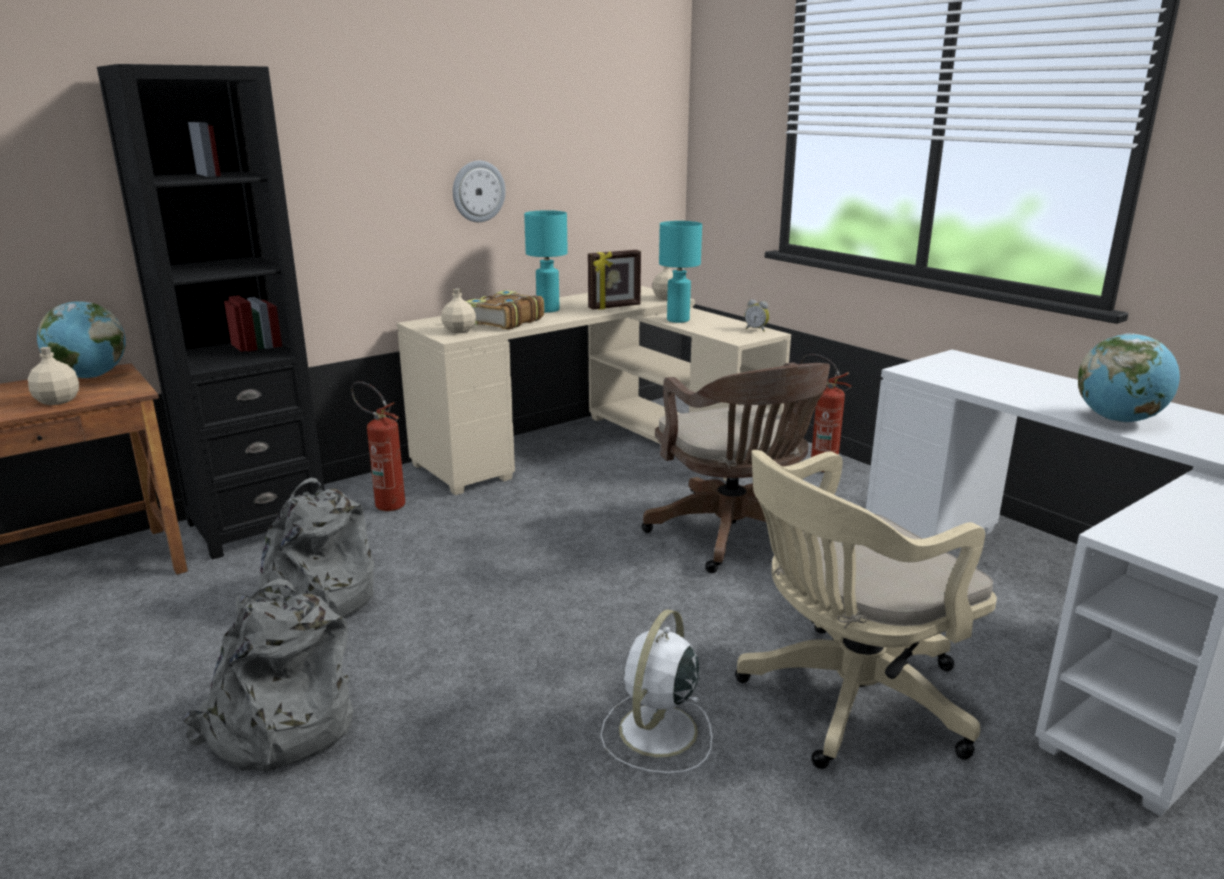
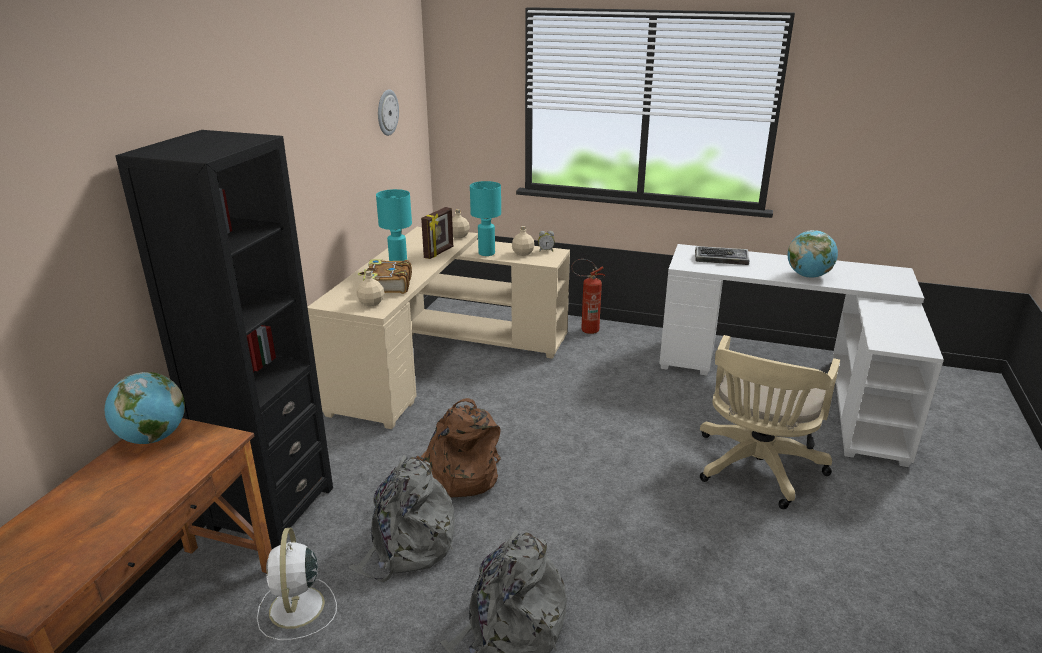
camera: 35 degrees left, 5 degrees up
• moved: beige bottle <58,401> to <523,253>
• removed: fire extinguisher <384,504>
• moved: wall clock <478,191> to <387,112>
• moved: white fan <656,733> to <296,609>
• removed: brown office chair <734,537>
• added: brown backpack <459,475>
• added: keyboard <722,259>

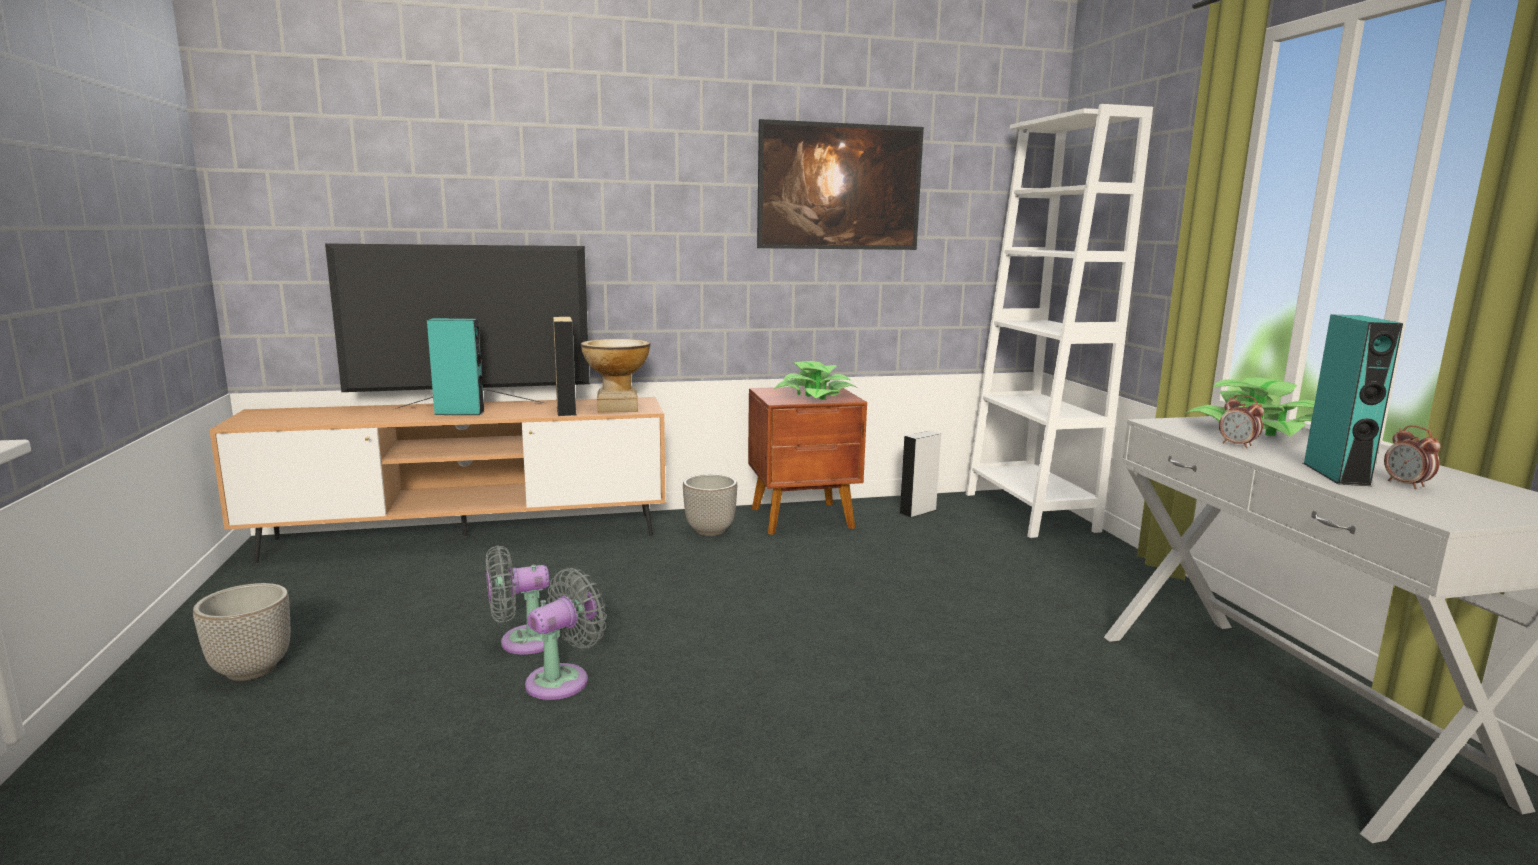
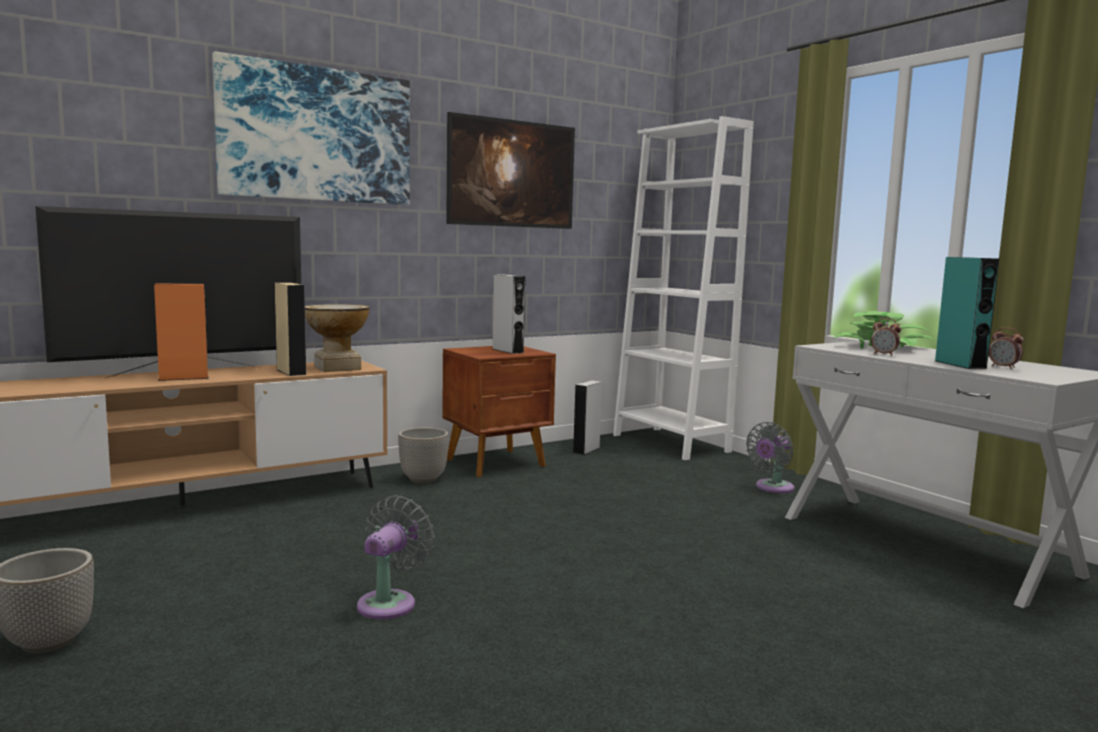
camera: 20 degrees left, 5 degrees down
• recoloured: turquoise speaker <459,413> to orange speaker <183,378>
• moved: grey fan <522,641> to <772,488>
• replaced: potted plant <816,395> to grey speaker <508,351>
• added: picture <317,135>

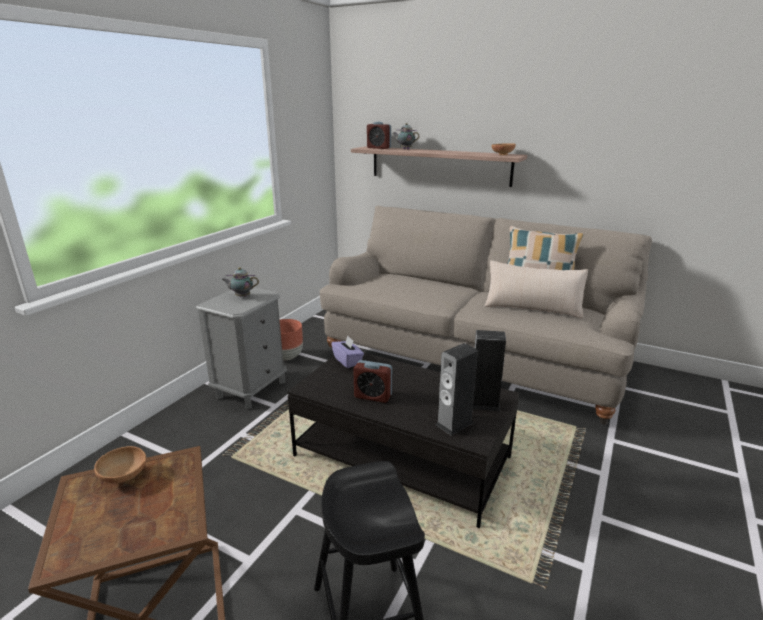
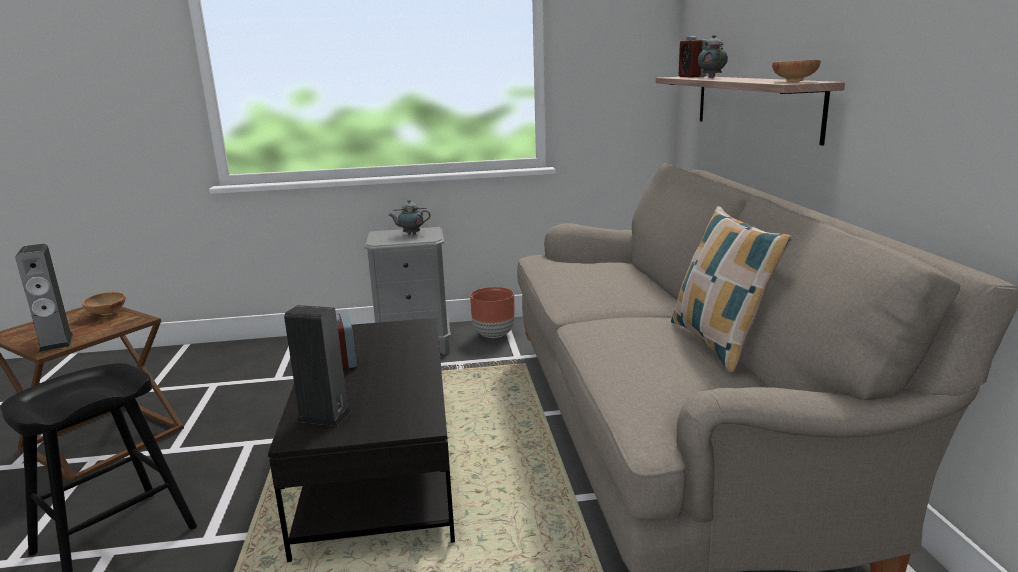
camera: 55 degrees right, 5 degrees down
• turned: teapot <241,296> = <410,234> 60 degrees counterclockwise
• removed: purple tissue box <348,361>
• moved: speaker <483,404> to <56,342>
• removed: beige pillow <532,308>

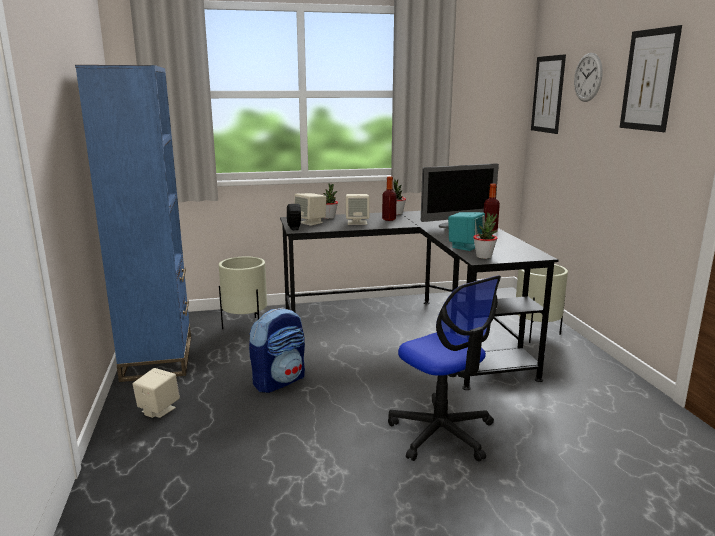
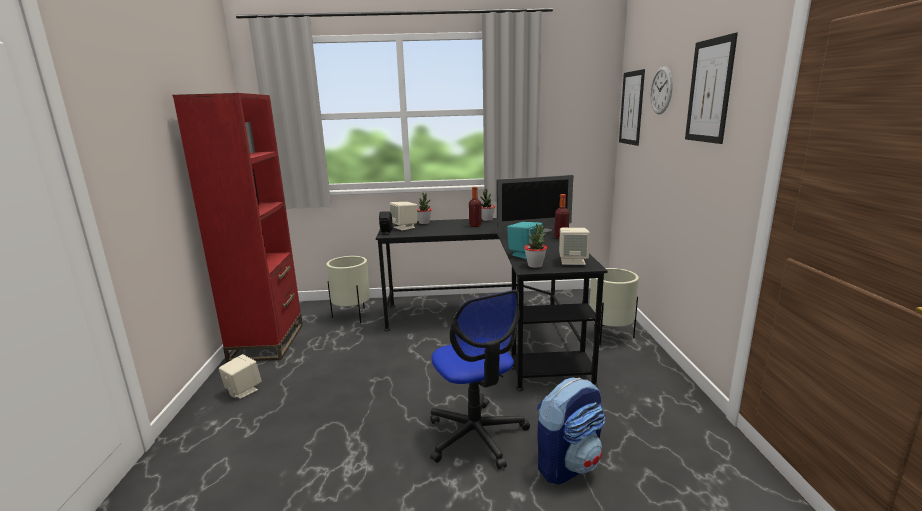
camera: 10 degrees right, 0 degrees up
• recoloured: blue bookcase <158,358> to red bookcase <267,342>
• moved: backpack <279,381> to <568,464>
• moved: beige speaker <357,222> to <573,261>

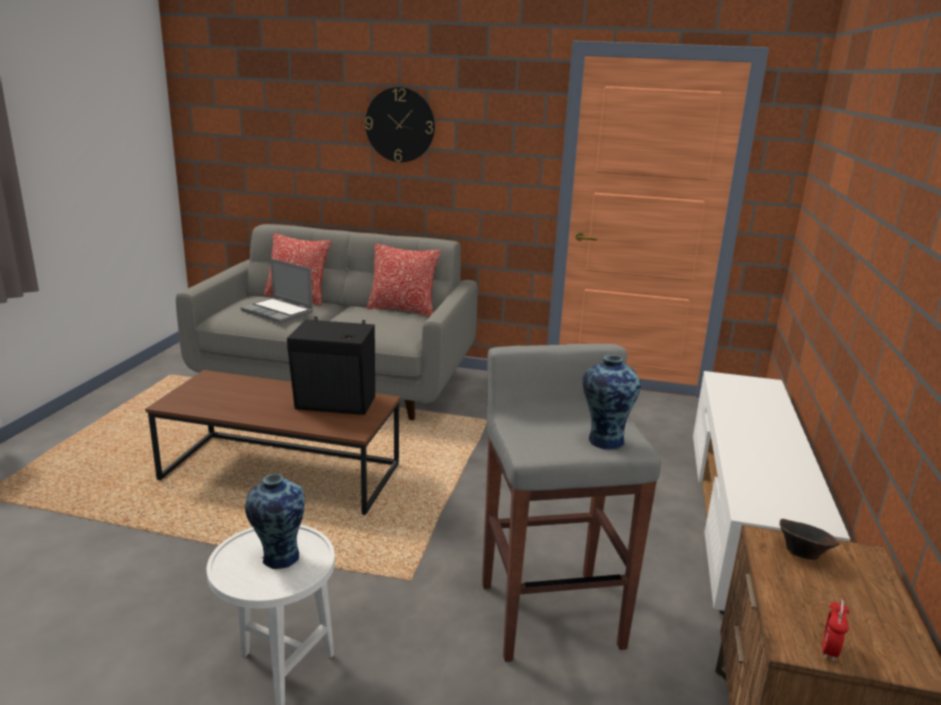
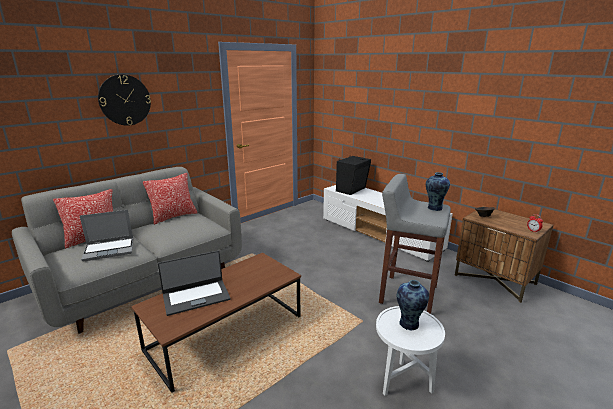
camera: 55 degrees left, 0 degrees up
• moved: black speaker <336,404> to <352,189>
• added: laptop <196,296>

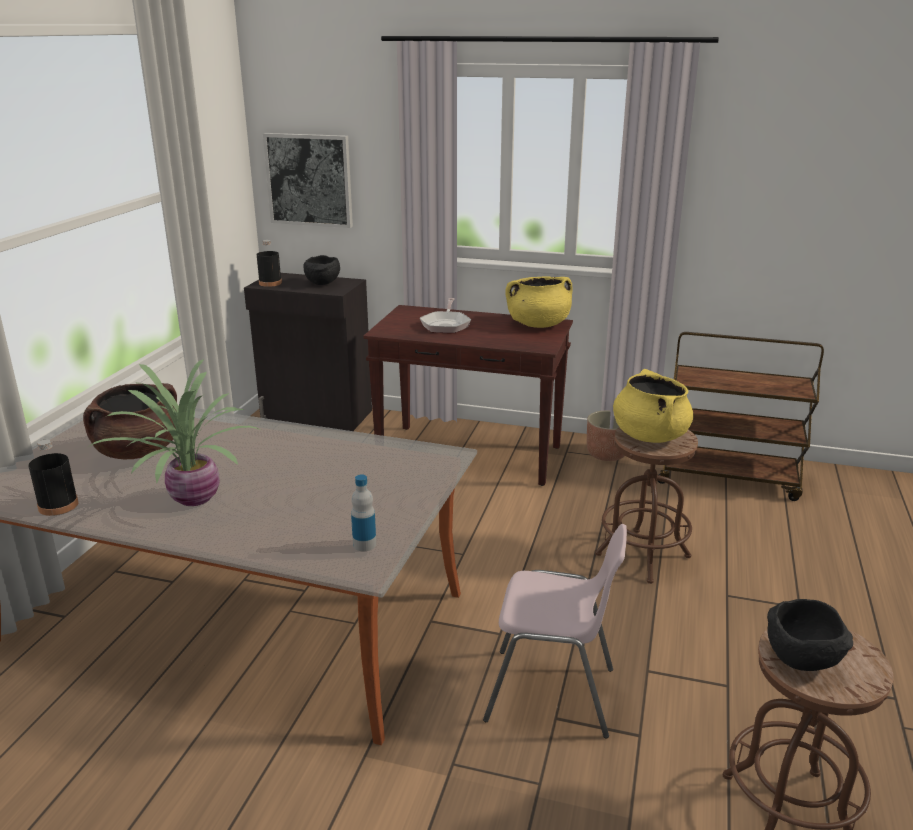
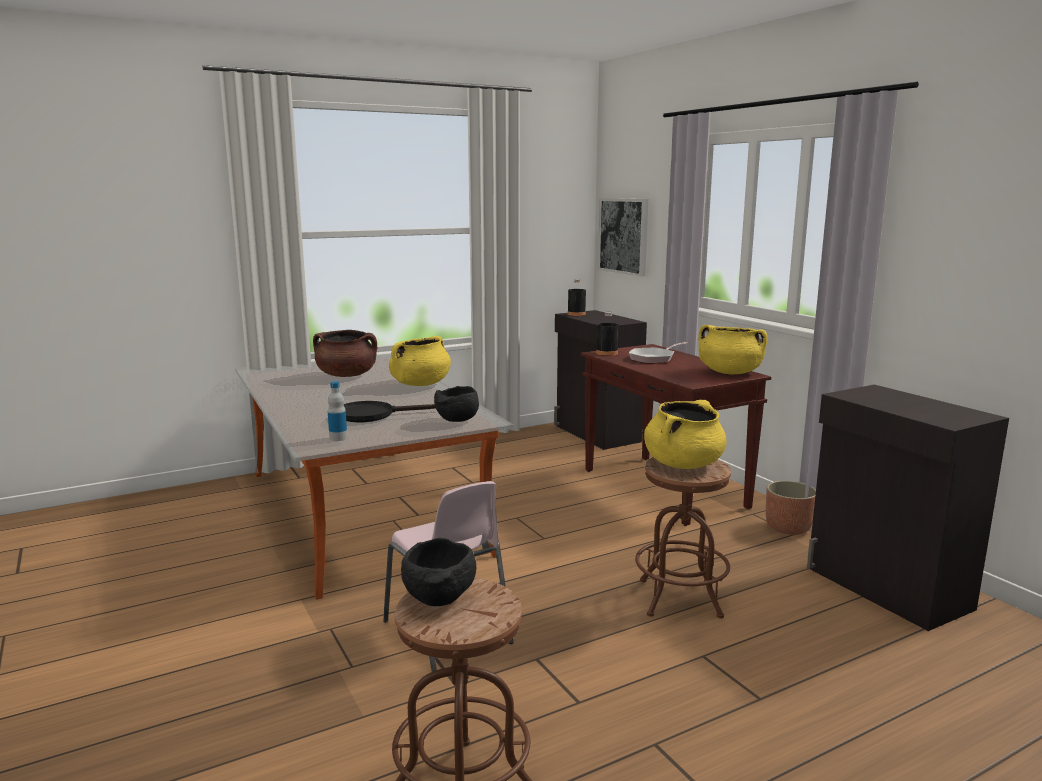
camera: 45 degrees right, 10 degrees down
• moved: black bottle <58,505> to <607,353>
• removed: potted plant <192,497>
• moved: black bowl <323,284> to <456,421>
• replaced: brown cart <728,479> to black cabinet <886,589>
• added: black frying pan <373,415>
• added: yellow cooking pot <420,384>

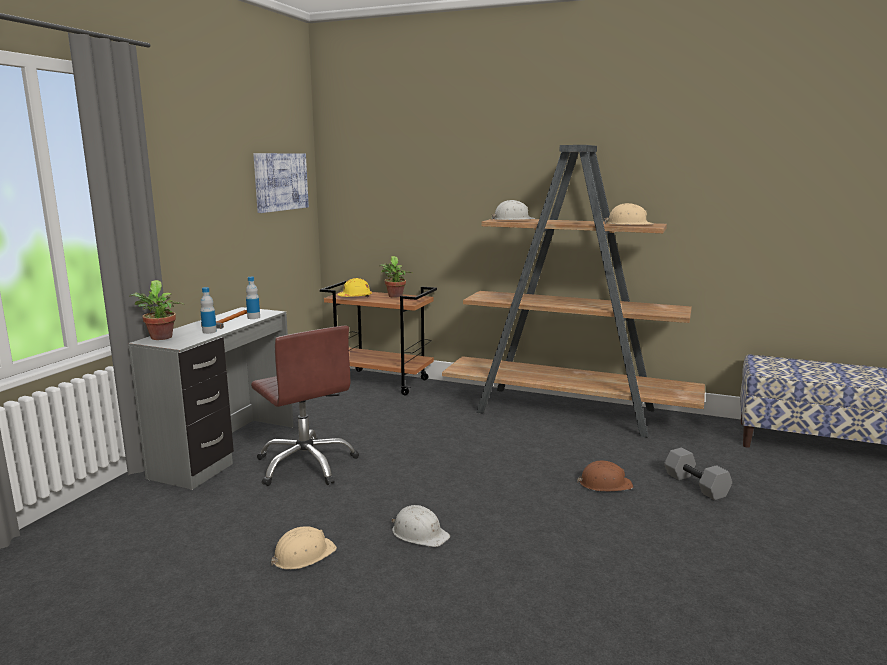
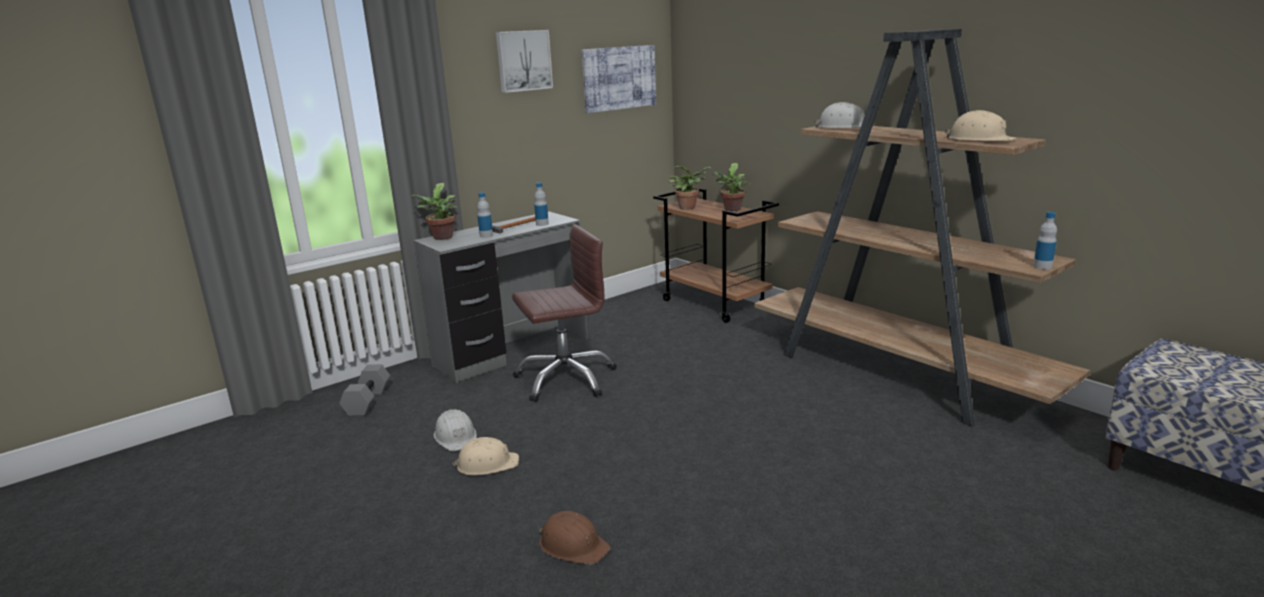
camera: 30 degrees right, 5 degrees up
• turned: brown office chair <306,464> = <565,379> 105 degrees counterclockwise
• replaced: yellow hard hat <355,297> to potted plant <689,207>
• moved: white hard hat <419,533> to <456,437>
• moved: brown hard hat <604,484> to <573,545>
• moved: grey dumbbell <697,485> to <368,401>
• added: picture <523,60>
• added: bottle <1042,266>

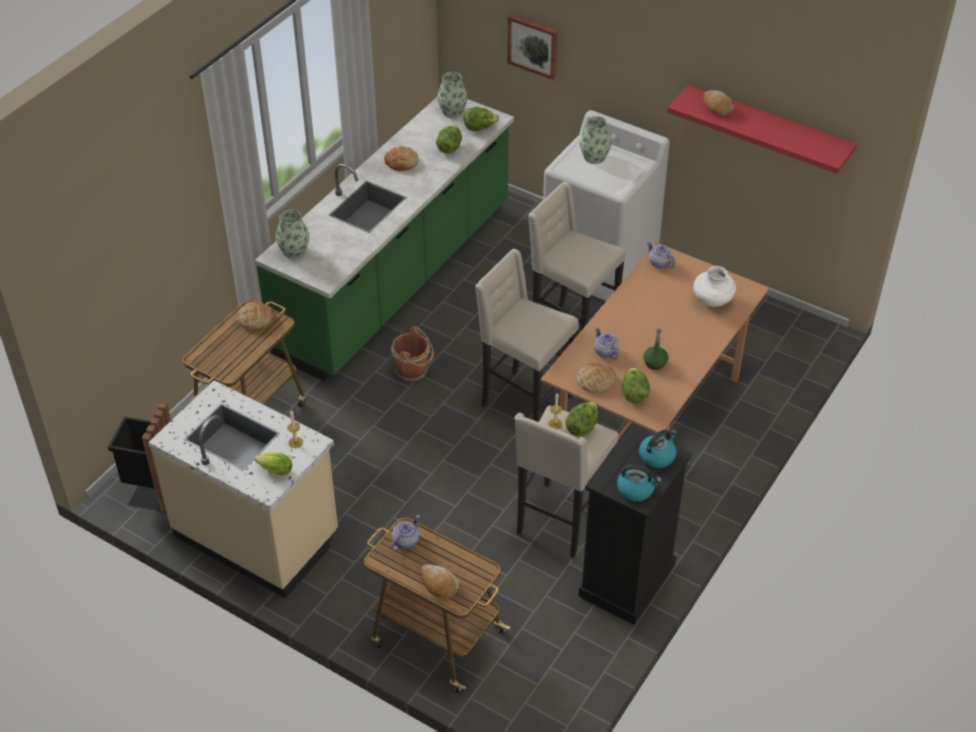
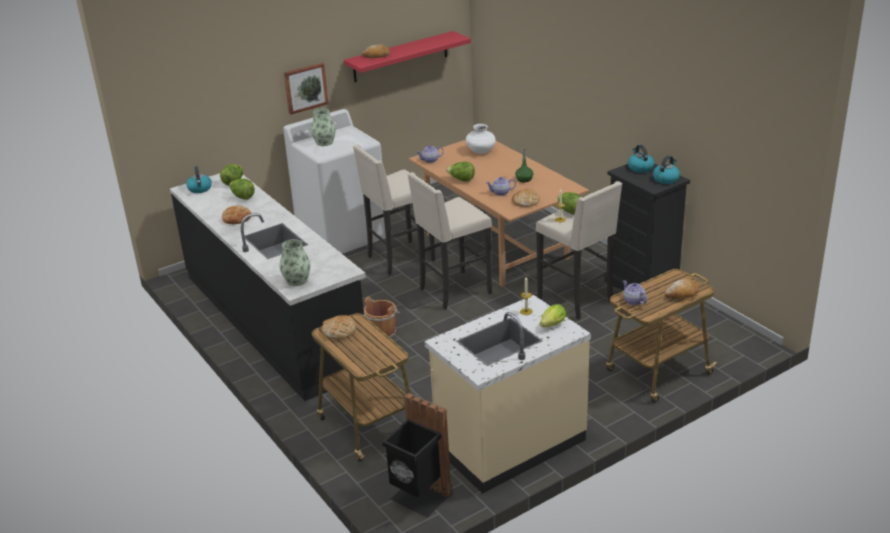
camera: 65 degrees left, 15 degrees down
• recoloured: green counter <396,279> to black counter <274,321>
• replaced: vase <452,111> to kettle <200,189>
• moved: picture <533,46> to <305,88>
• moved: lettuce <634,394> to <461,180>

